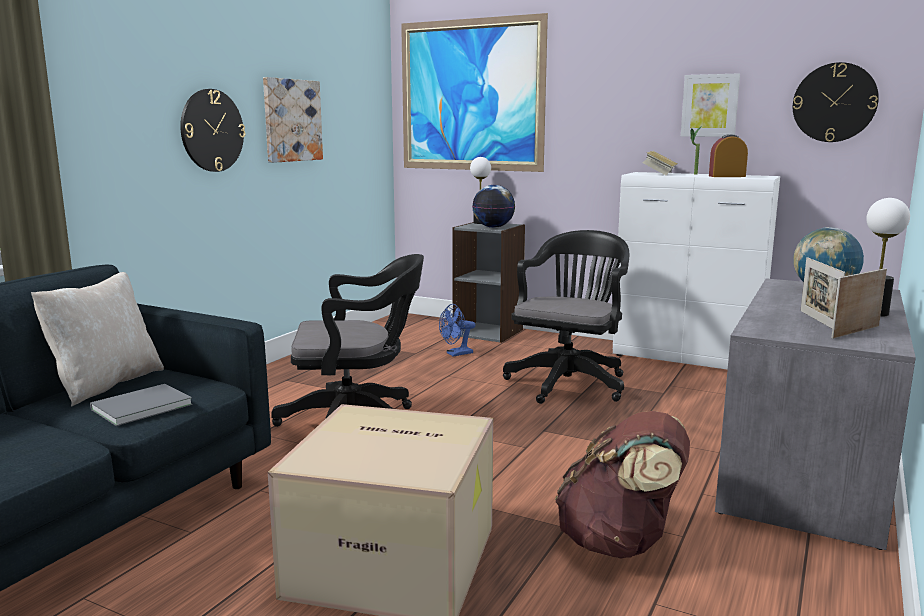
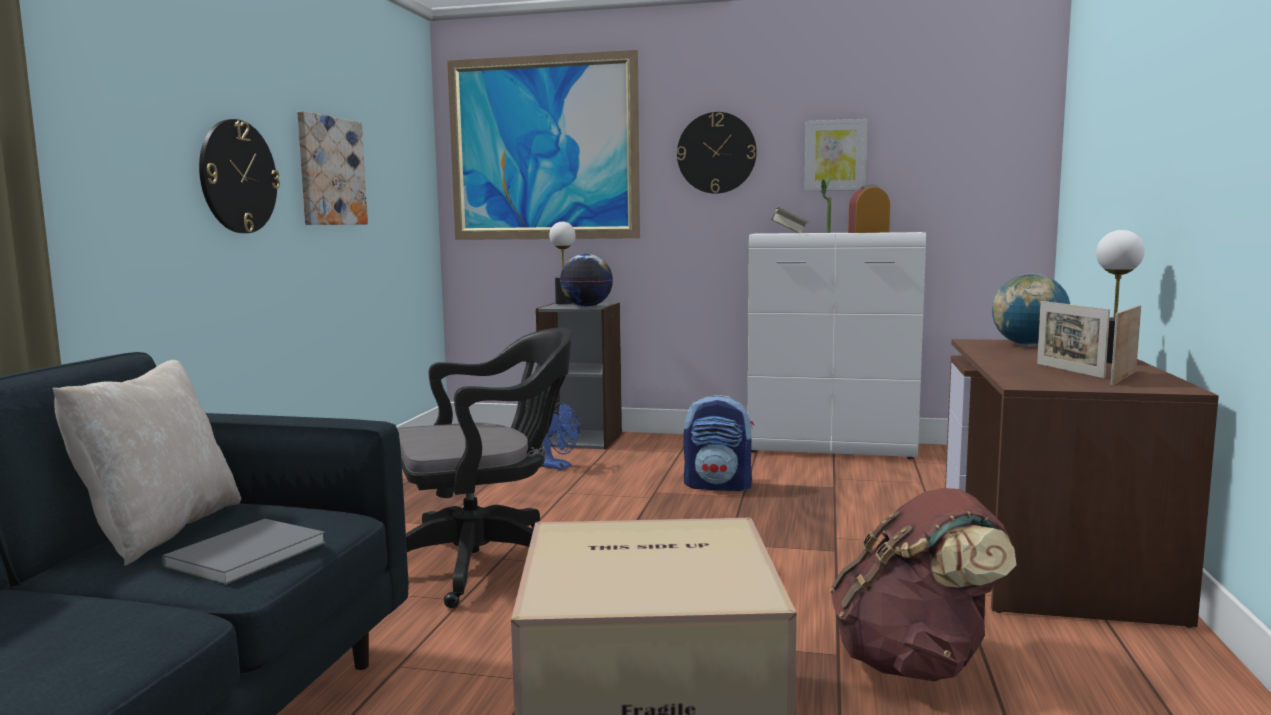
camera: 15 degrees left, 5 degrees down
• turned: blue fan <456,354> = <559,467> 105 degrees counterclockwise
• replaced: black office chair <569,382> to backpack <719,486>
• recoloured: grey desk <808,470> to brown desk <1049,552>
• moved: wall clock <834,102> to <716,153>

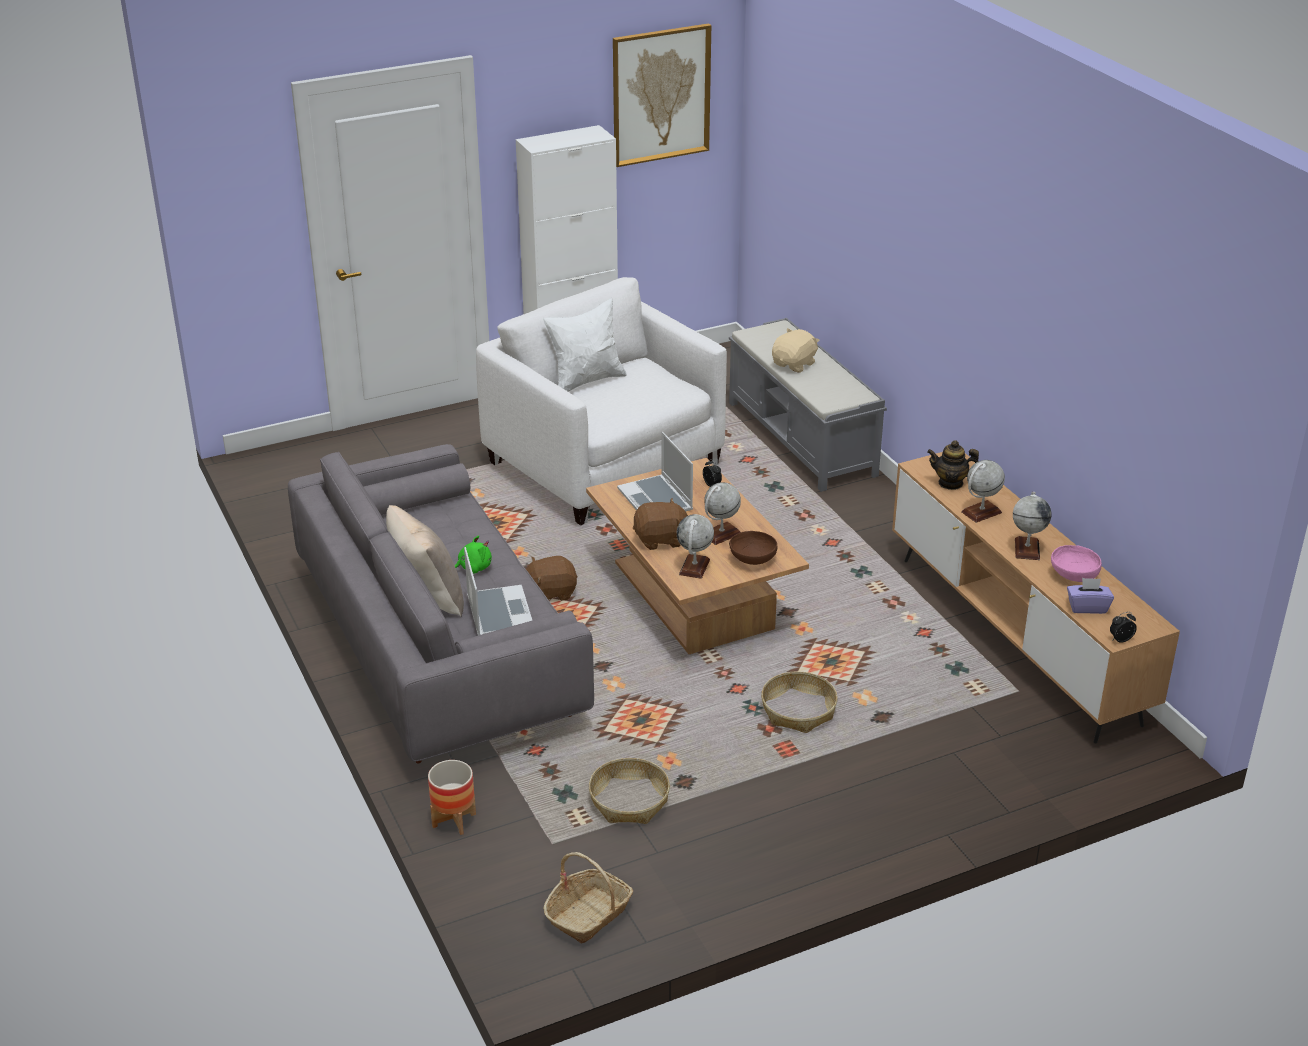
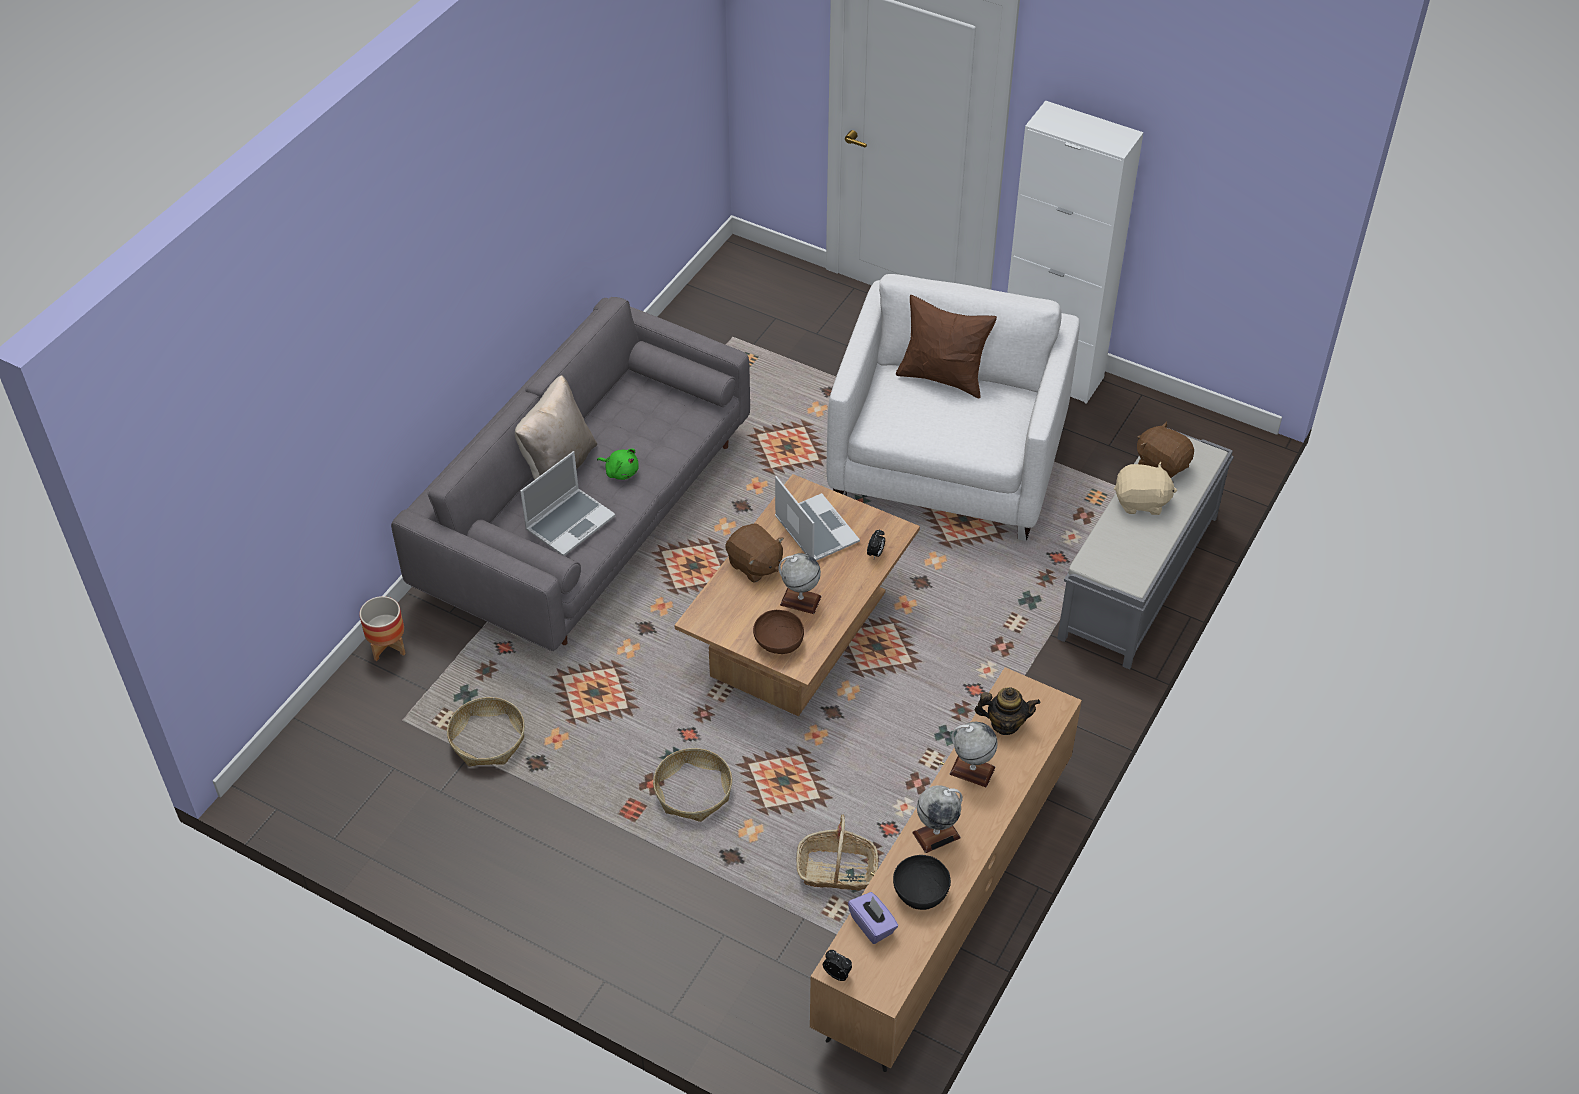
camera: 55 degrees right, 15 degrees up
• moved: brown plush toy <550,592> to <1162,464>
• recoloured: white pillow <586,381> to brown pillow <942,377>
• moved: basket <589,914> to <837,870>
• removed: picture <660,94>
• turned: laptop <656,500> = <814,529> 120 degrees clockwise
• removed: globe <694,567>
• turned: teapot <951,483> = <1005,724> 120 degrees clockwise
• recoloured: pink bowl <1073,575> to black bowl <920,891>

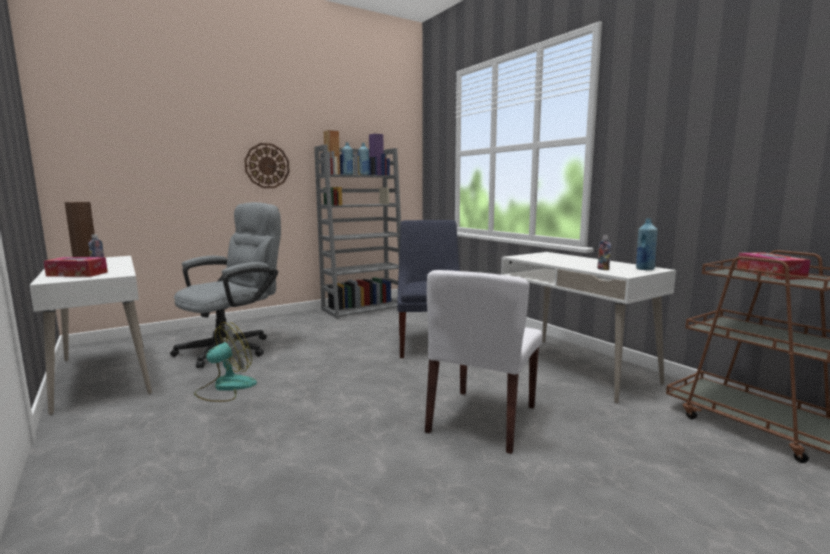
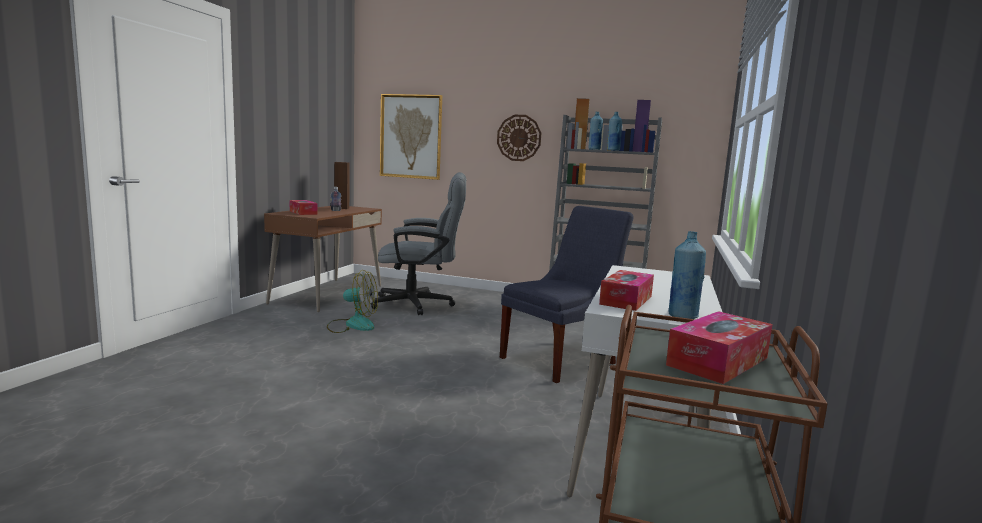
camera: 50 degrees right, 0 degrees up
• recoloured: white desk <103,376> to brown desk <327,294>
• removed: white chair <482,419>
• replaced: bottle <603,269> to tissue box <626,300>
• added: picture <411,136>

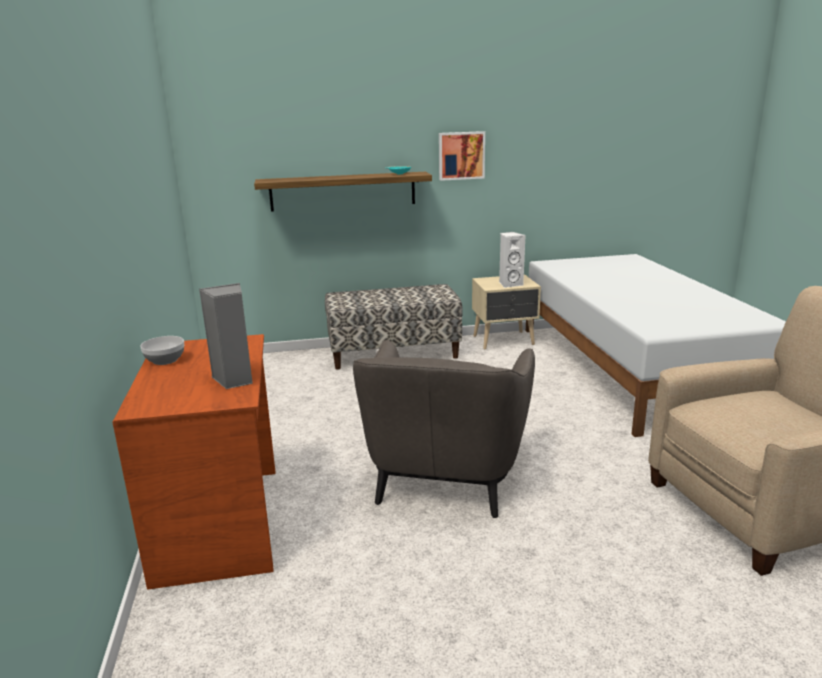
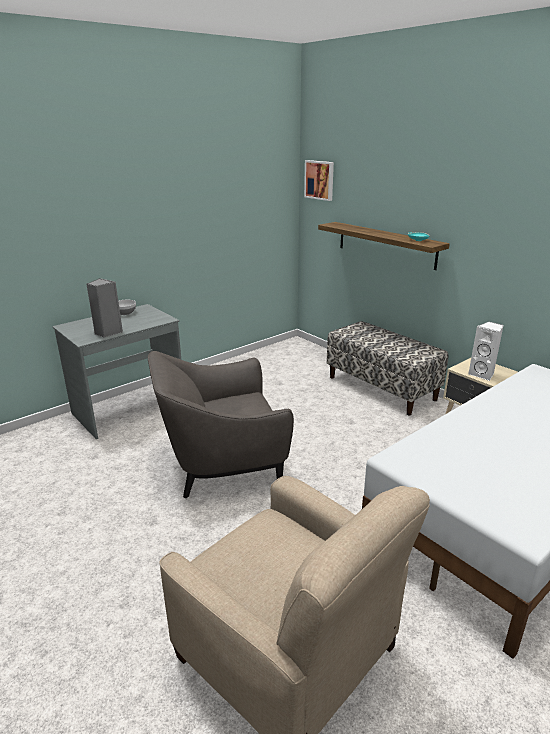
camera: 60 degrees right, 5 degrees up
• recoloured: brown desk <222,523> to grey desk <129,410>
• moved: picture <461,155> to <320,180>

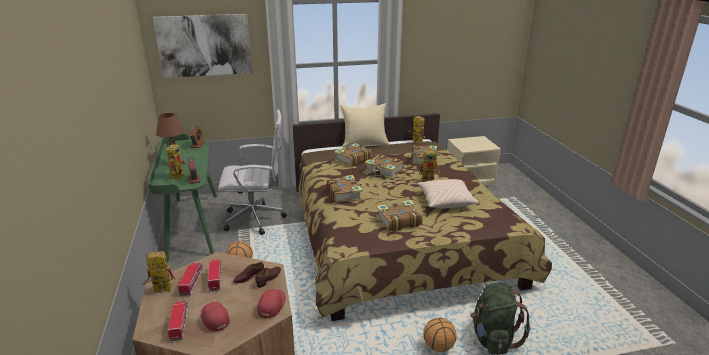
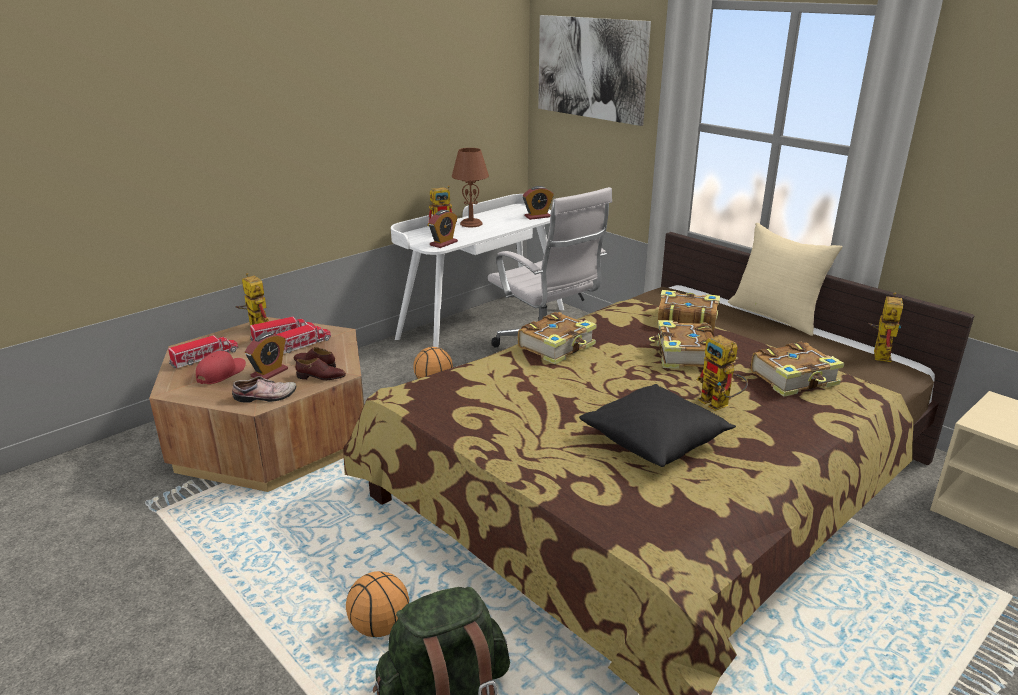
camera: 60 degrees right, 0 degrees up
• recoloured: green desk <192,225> to white desk <481,323>
• replaced: red cap <272,305> to shoe <265,397>
• removed: book <398,221>
• recoloured: beige pillow <445,201> to black pillow <655,440>
• added: alarm clock <269,373>

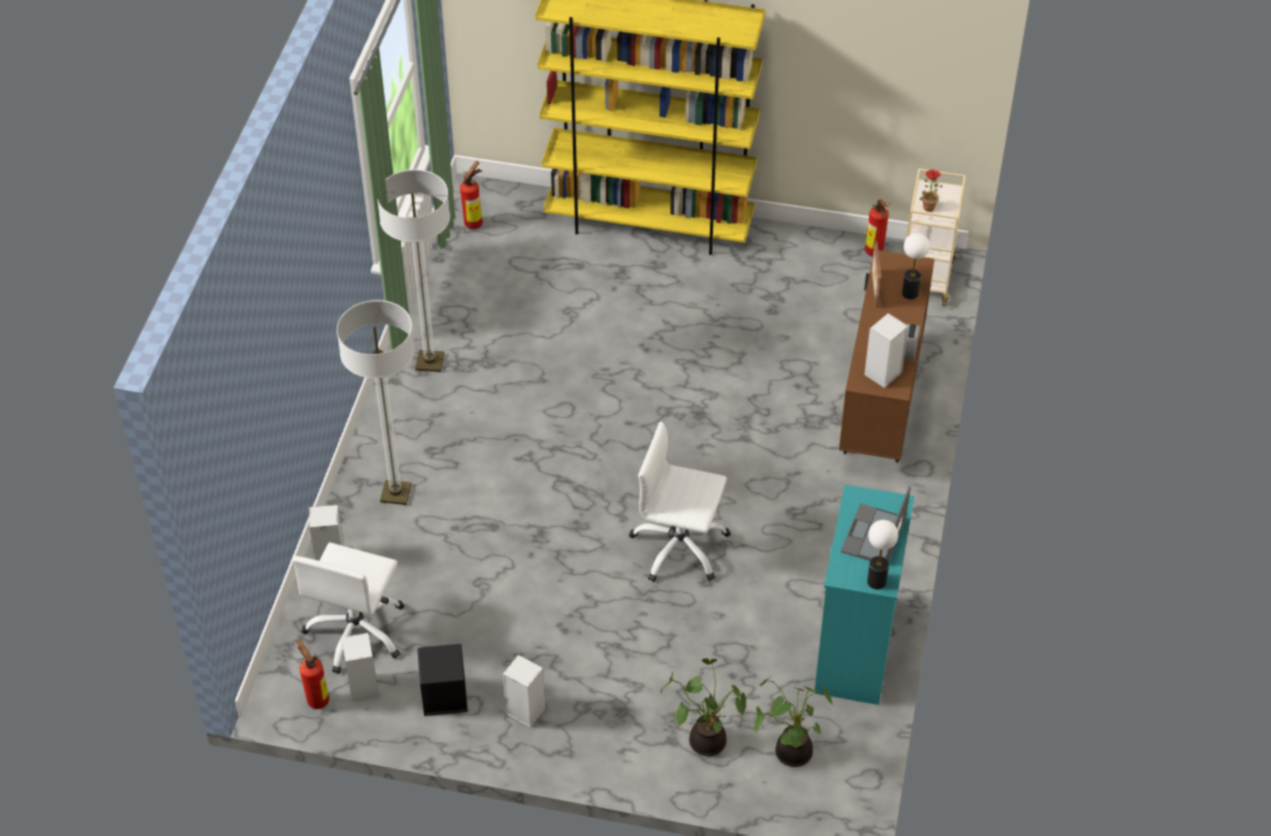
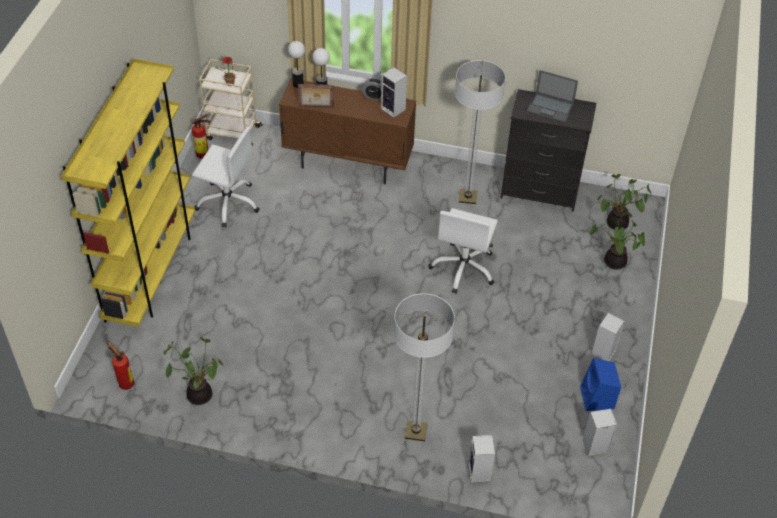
camera: 90 degrees left, 0 degrees up
• moved: white office chair <357,631> to <228,203>
• removed: fire extinguisher <316,698>
• moved: floor lamp <429,362> to <468,197>
• recoloured: black speaker <443,697> to blue speaker <597,398>
• recoloured: turquoise dresser <854,650> to black dresser <540,192>
• moved: table lamp <876,581> to <298,84>
• added: potted plant <199,393>

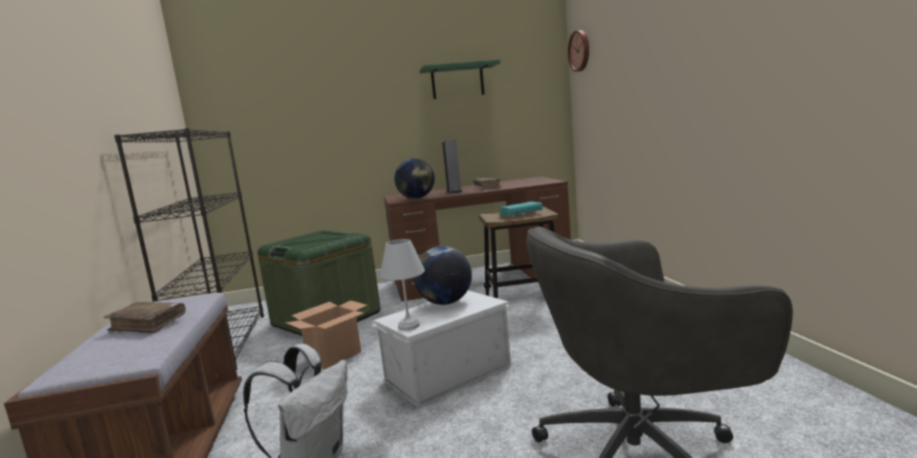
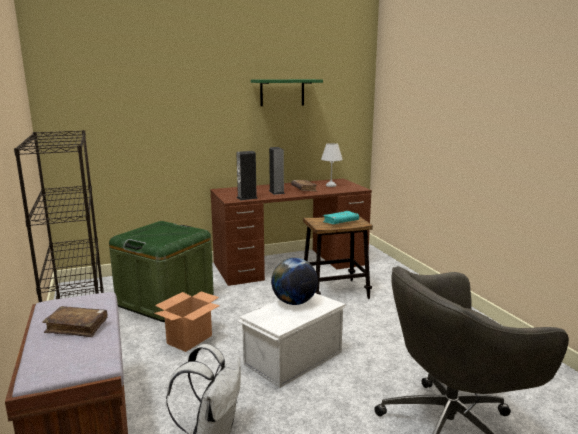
camera: 10 degrees left, 5 degrees up
• moved: white table lamp <410,325> to <331,185>
• replaced: globe <417,198> to speaker <247,198>
• removed: wall clock <580,51>

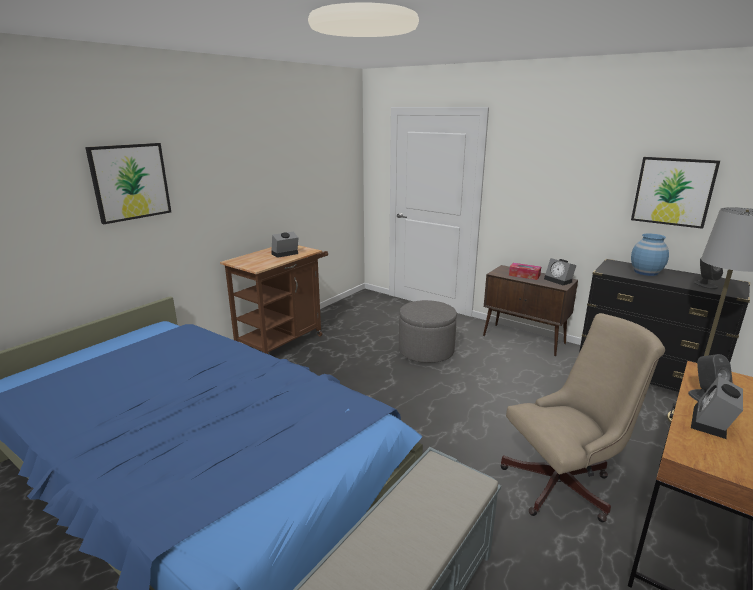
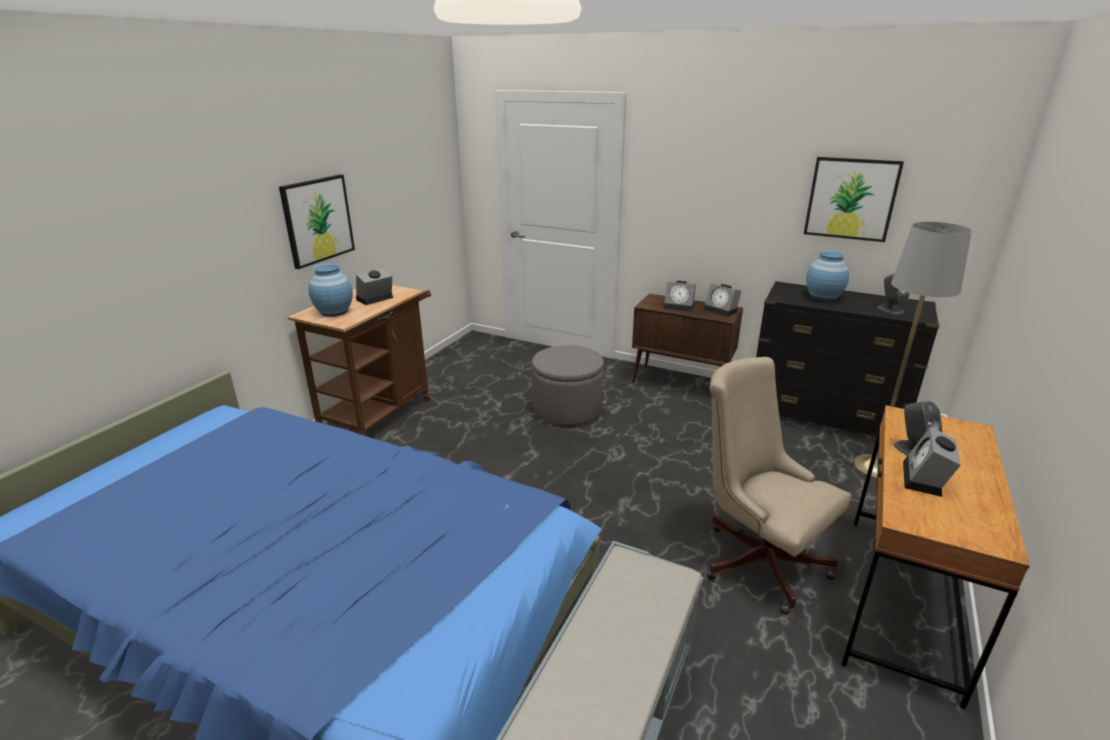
camera: 10 degrees left, 5 degrees up
• moved: picture <130,182> to <317,220>
• turned: beige office chair <564,484> = <757,558> 105 degrees counterclockwise
• replaced: tissue box <524,275> to alarm clock <680,306>
• added: blue vase <334,312>

